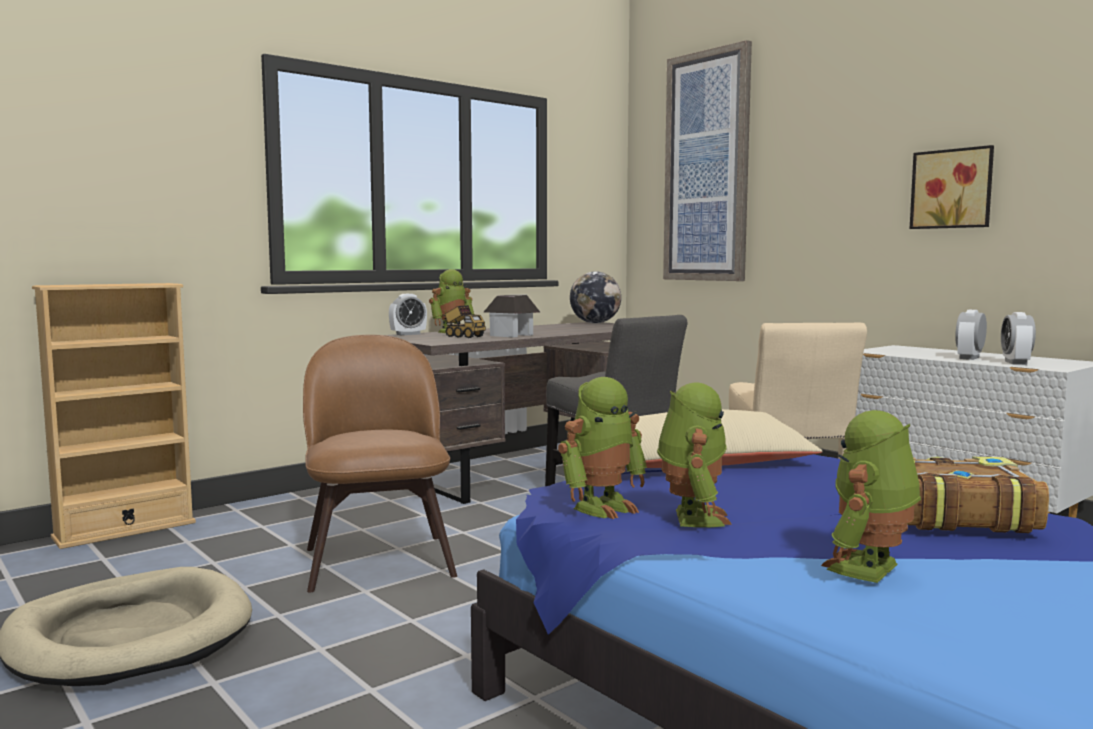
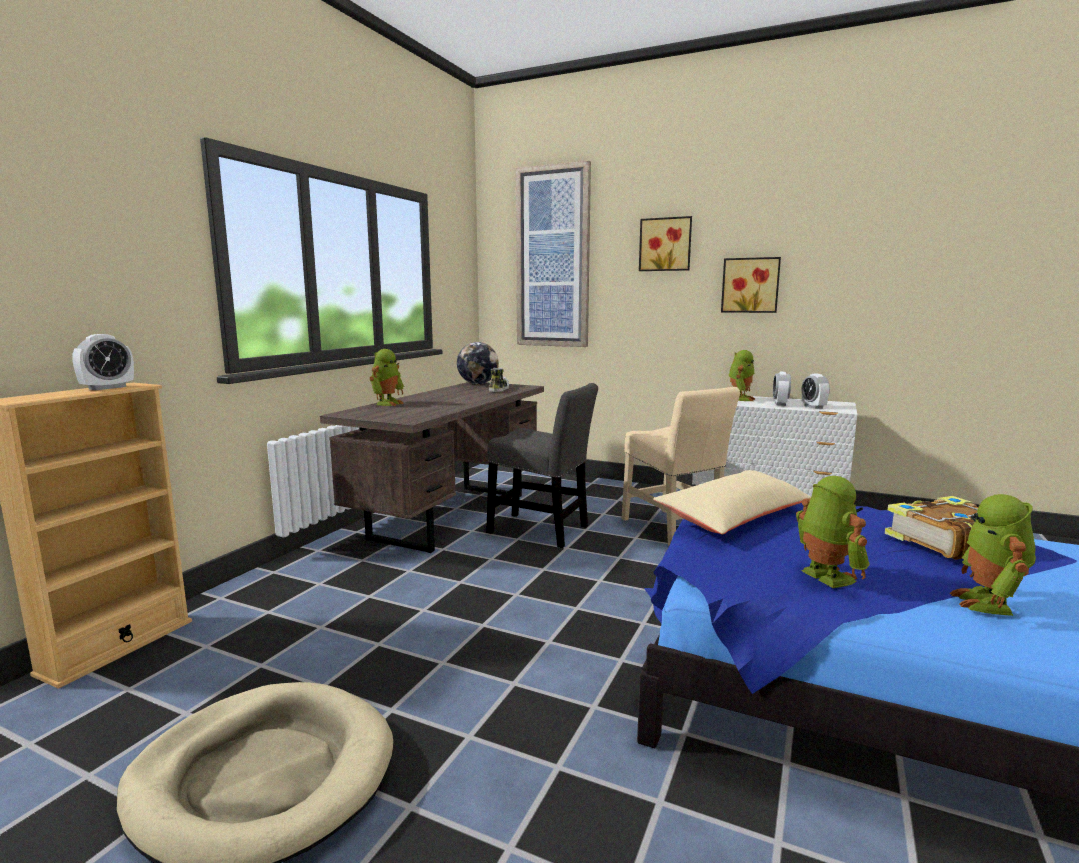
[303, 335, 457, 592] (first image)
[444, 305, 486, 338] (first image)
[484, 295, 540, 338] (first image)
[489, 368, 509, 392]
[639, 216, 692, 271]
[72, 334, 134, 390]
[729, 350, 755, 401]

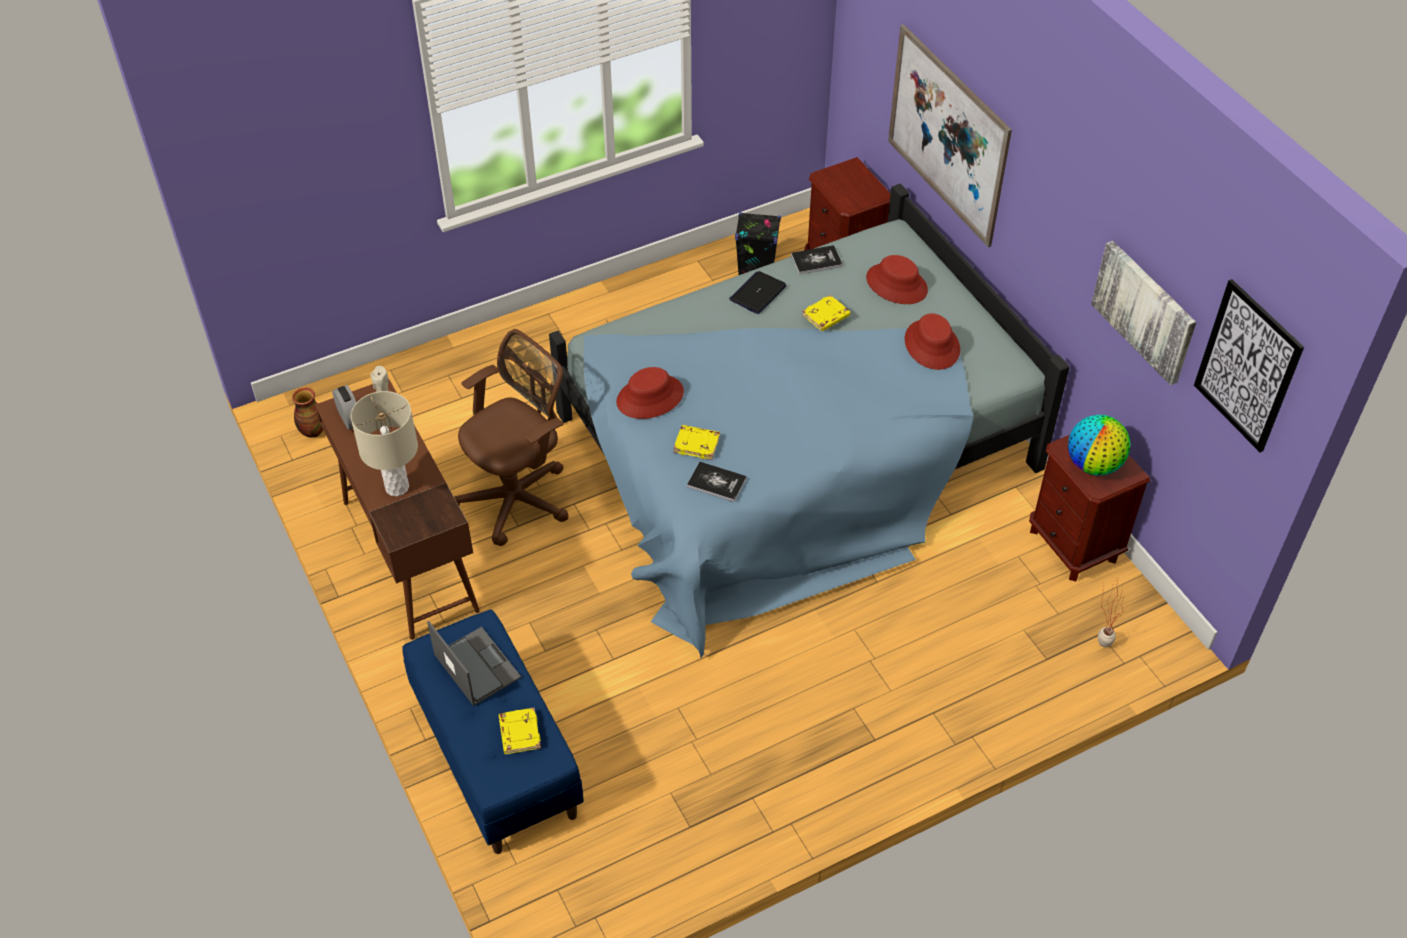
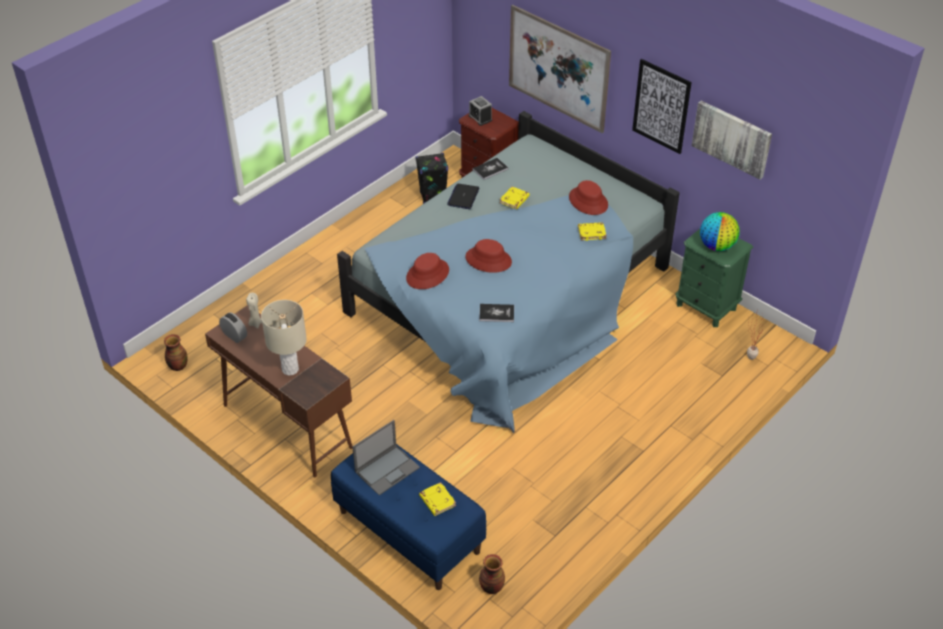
[454, 329, 569, 546] (first image)
[469, 96, 492, 126]
[479, 554, 505, 594]
[578, 222, 607, 241]
[465, 239, 512, 273]
[632, 59, 692, 154]
[675, 229, 753, 327]
[352, 420, 420, 495]

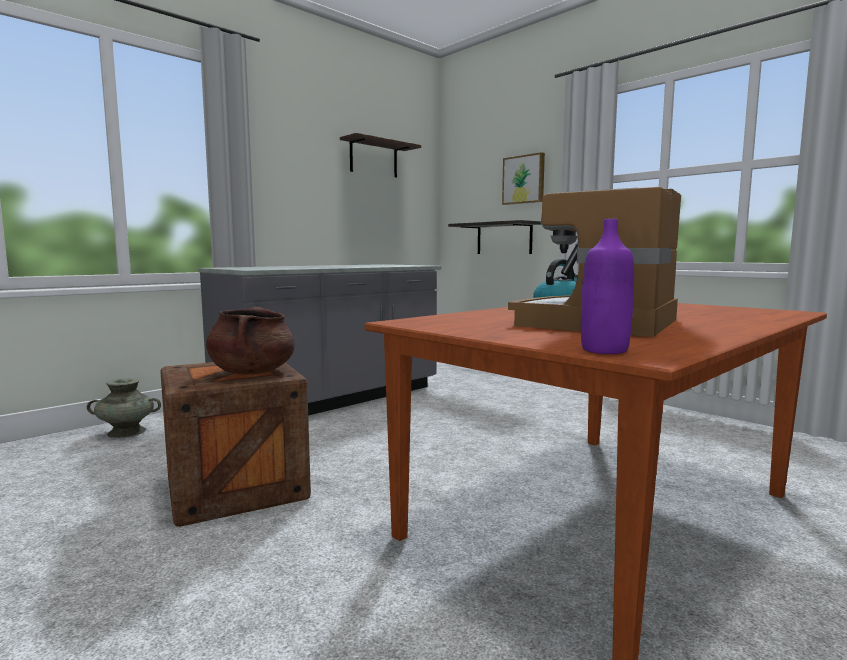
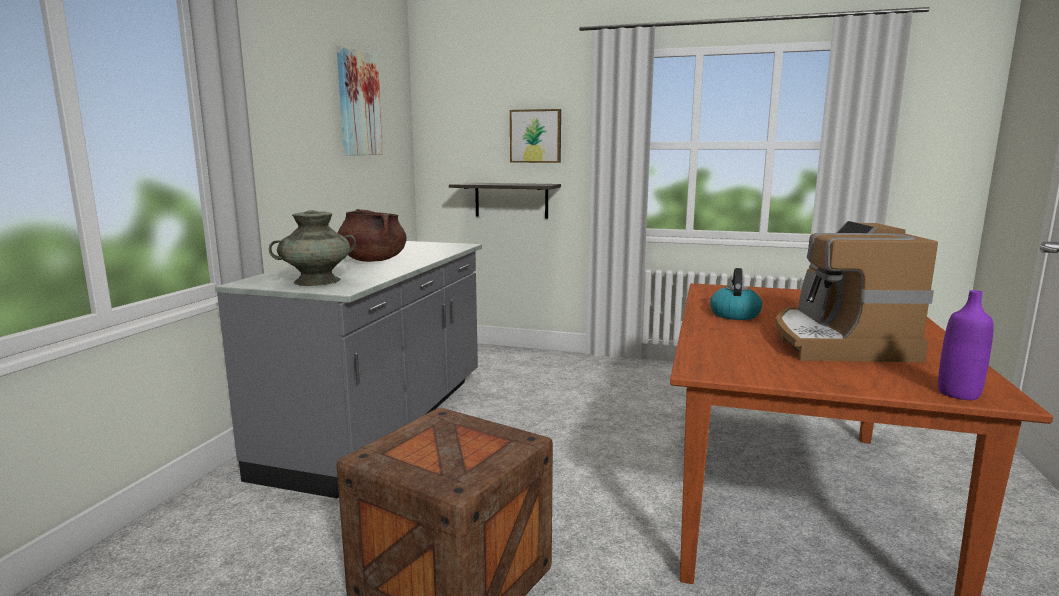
[269, 210, 356, 286]
[338, 209, 407, 262]
[336, 45, 383, 155]

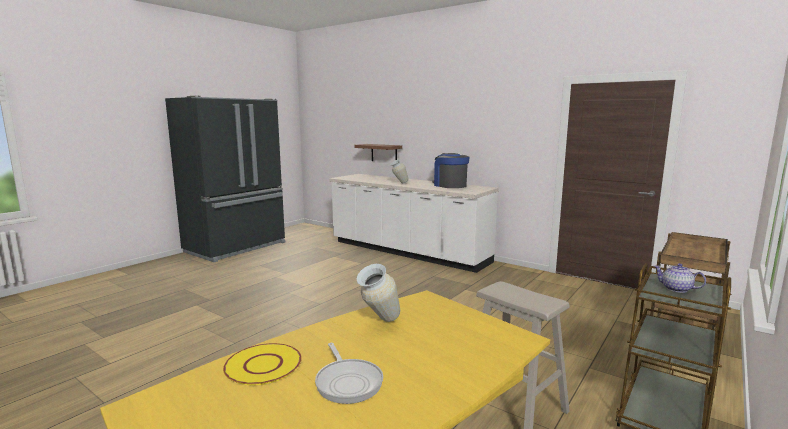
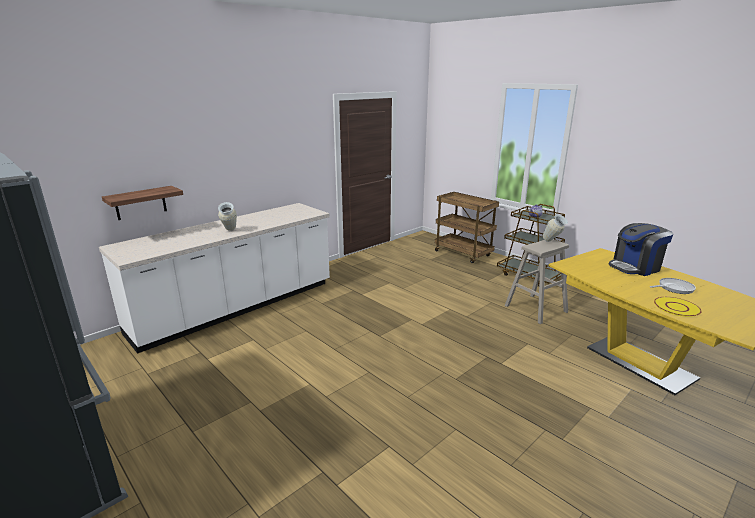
[542, 215, 568, 242]
[608, 223, 673, 276]

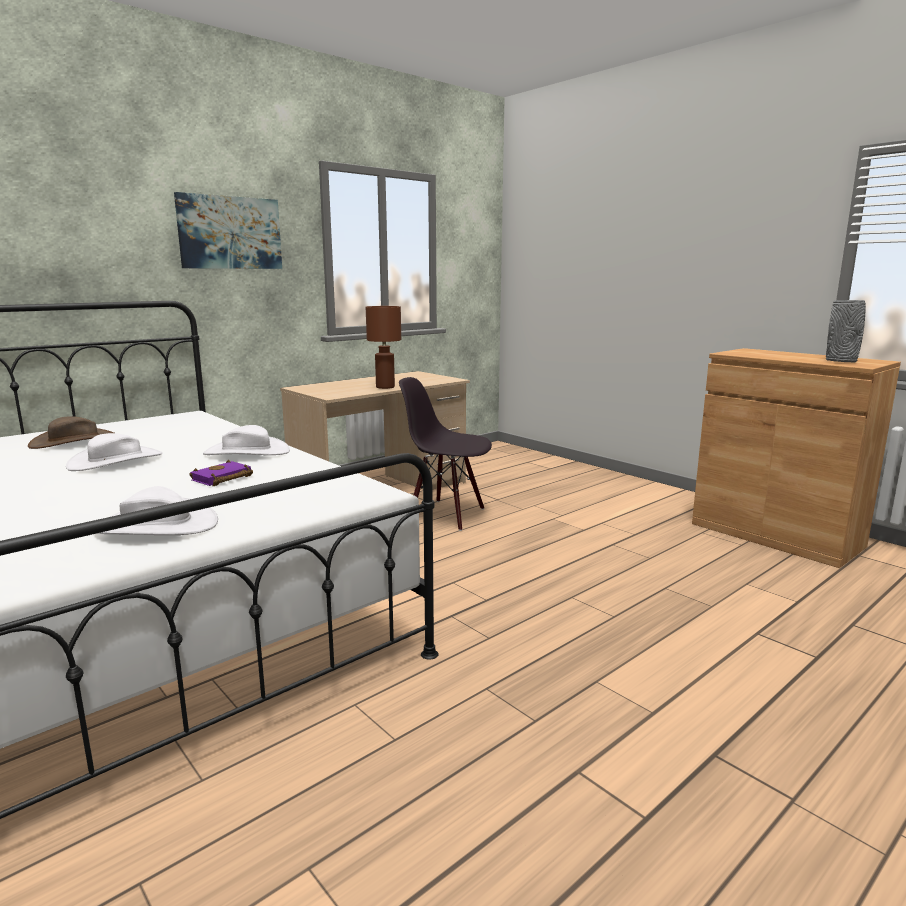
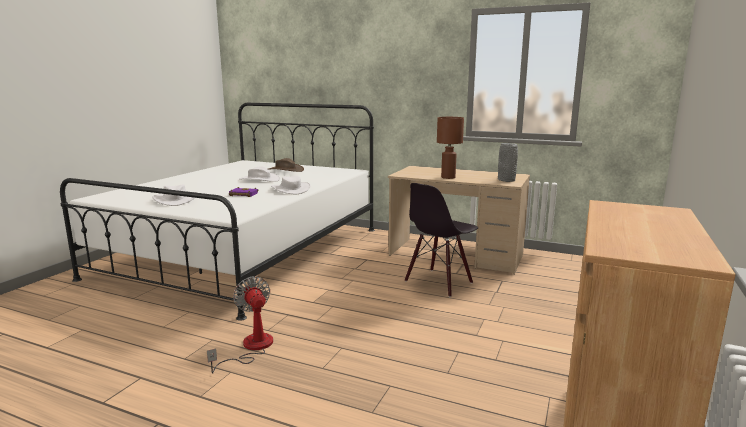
[174, 192, 282, 269] (first image)
[207, 276, 273, 374]
[498, 143, 518, 182]
[405, 183, 478, 297]

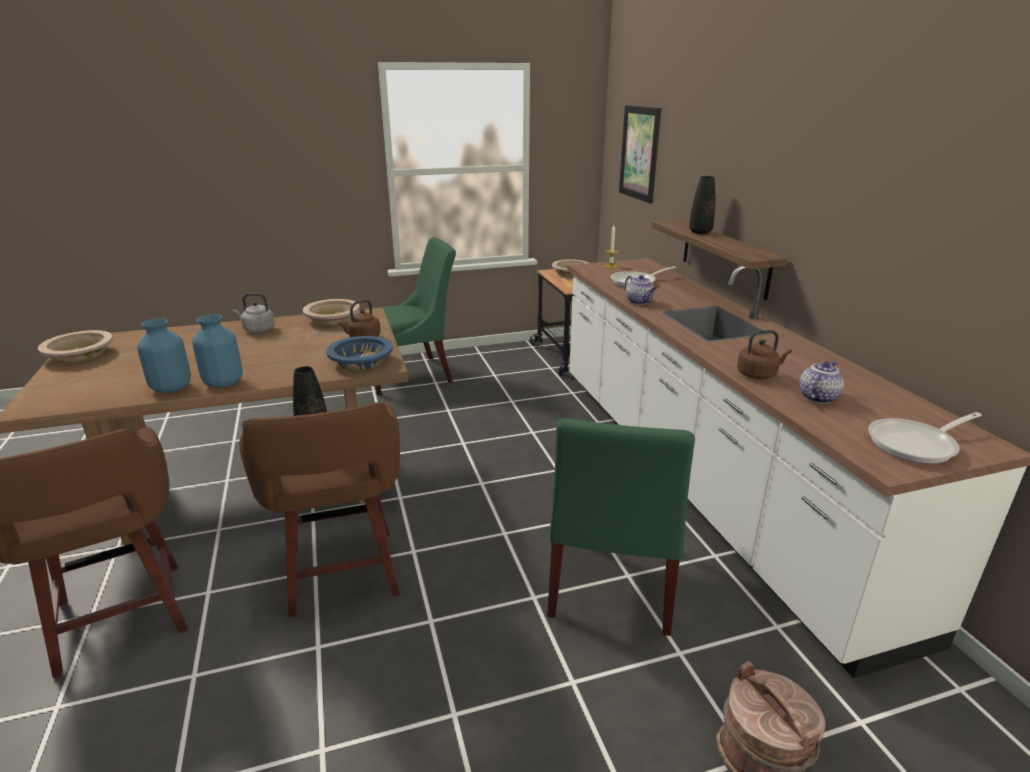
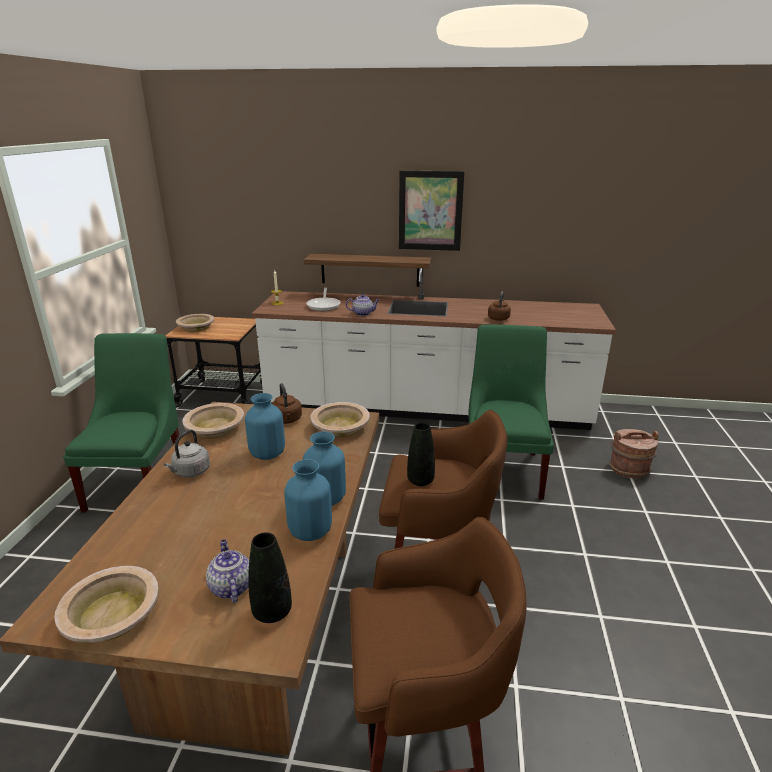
[868, 412, 982, 464] (first image)
[245, 393, 285, 460]
[399, 170, 464, 251]
[248, 532, 292, 623]
[206, 539, 249, 603]
[311, 402, 370, 438]
[468, 324, 554, 500]

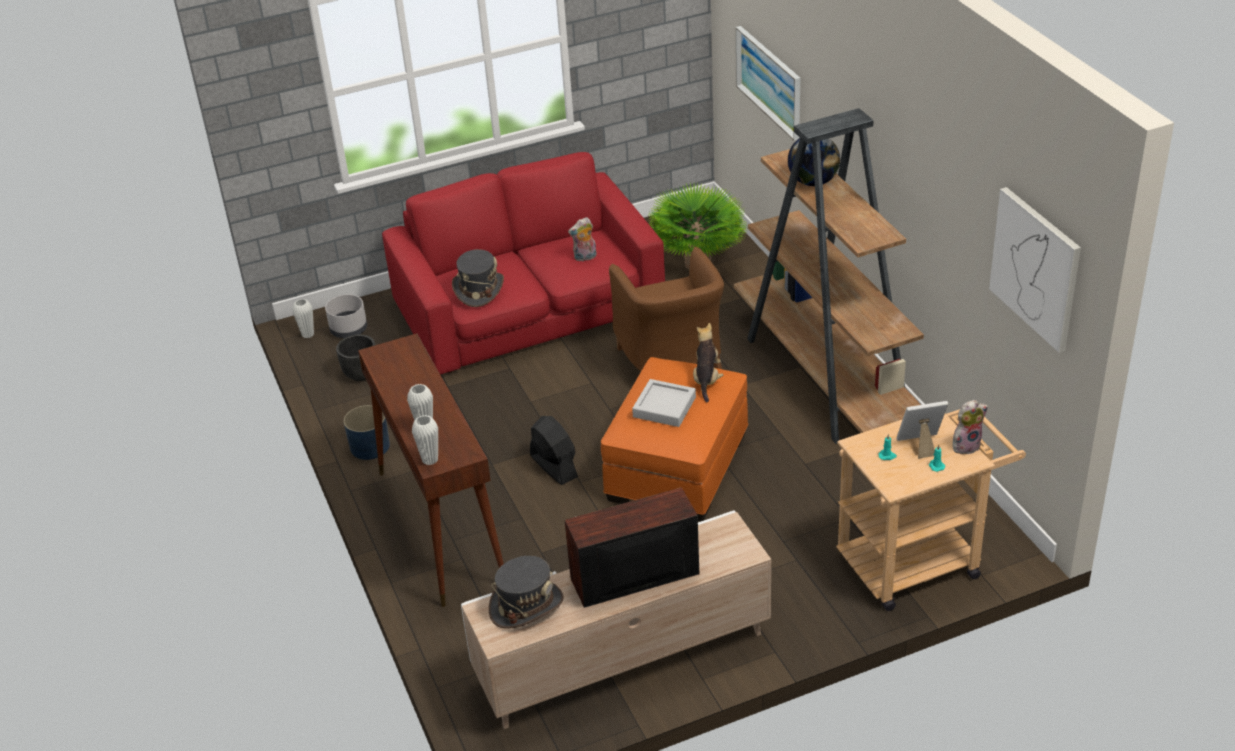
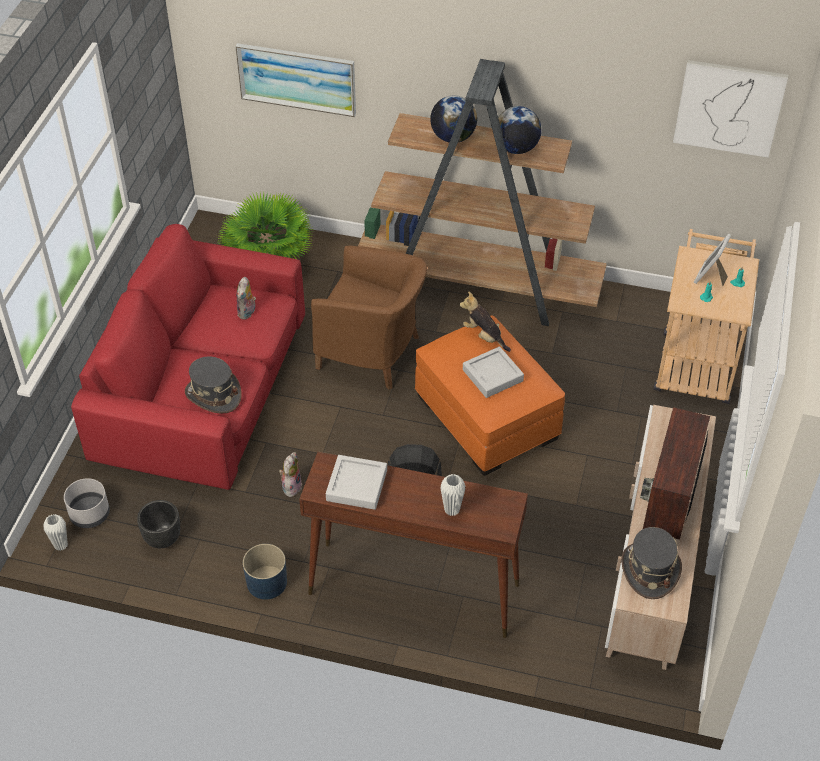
[412, 415, 438, 465] (first image)
[326, 455, 387, 510]
[498, 106, 542, 154]
[279, 452, 302, 497]

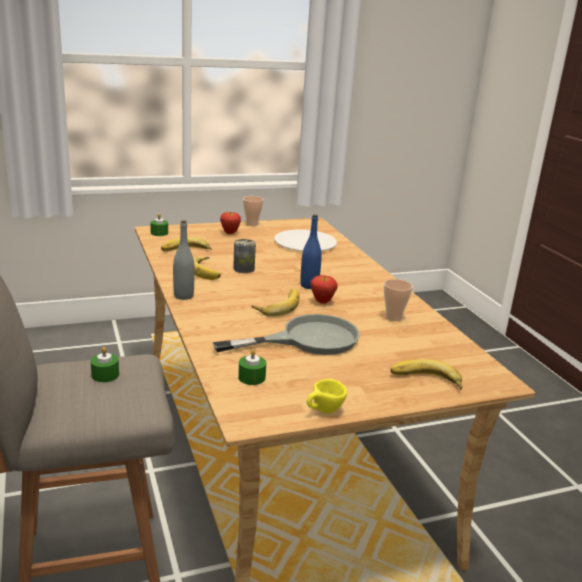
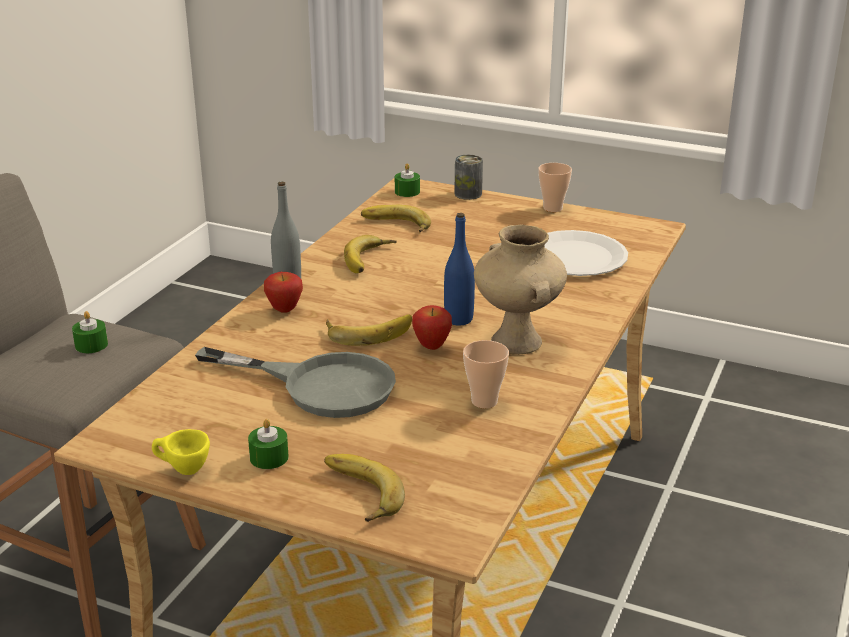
[474, 224, 567, 355]
[264, 272, 303, 313]
[454, 155, 483, 200]
[248, 419, 289, 469]

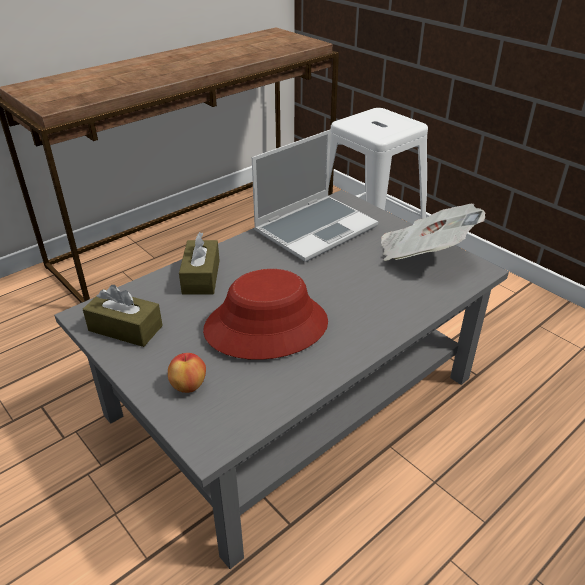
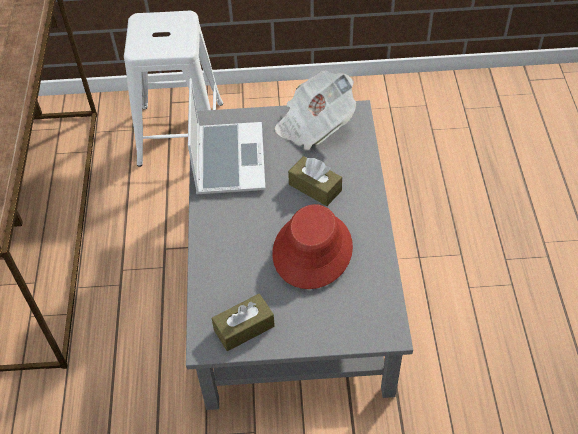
[168, 353, 206, 393] (first image)
[288, 156, 342, 206]

